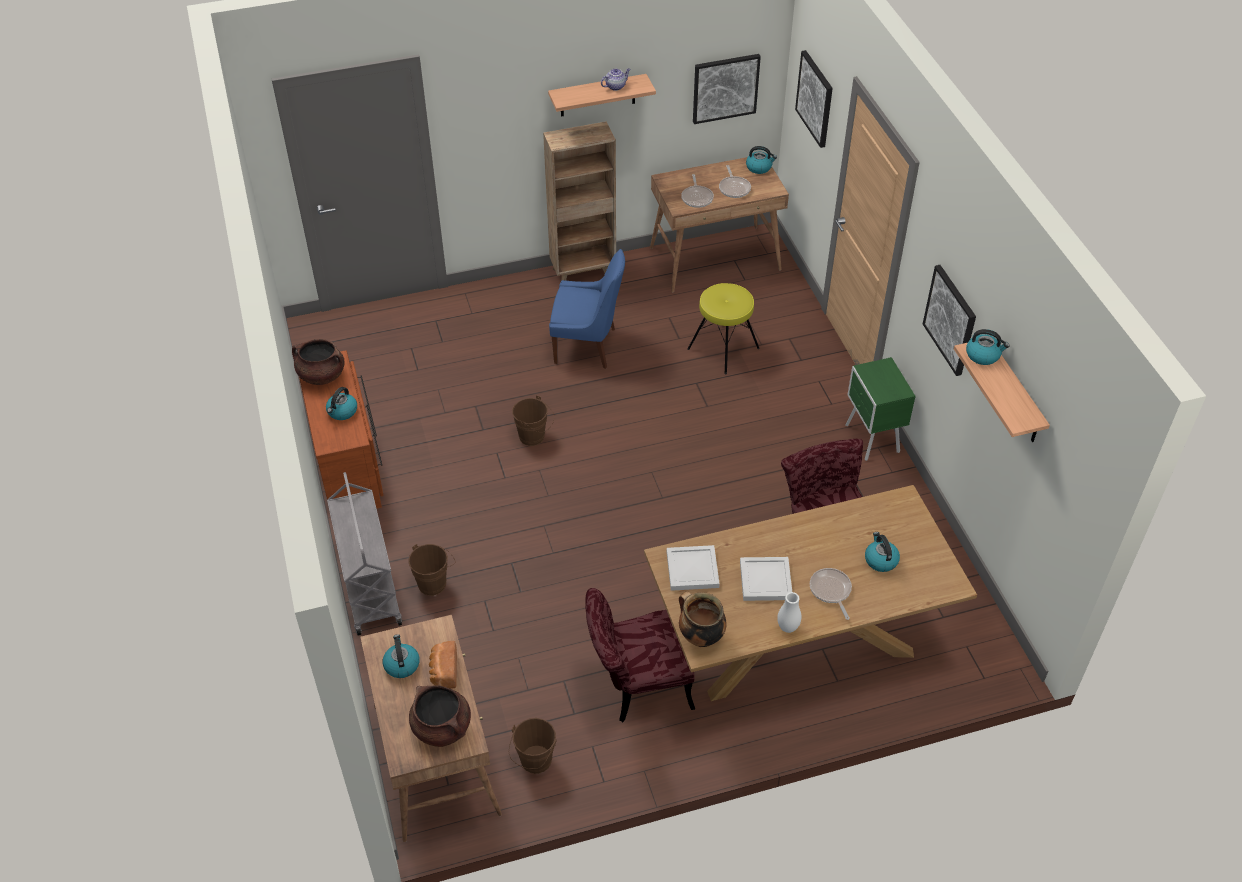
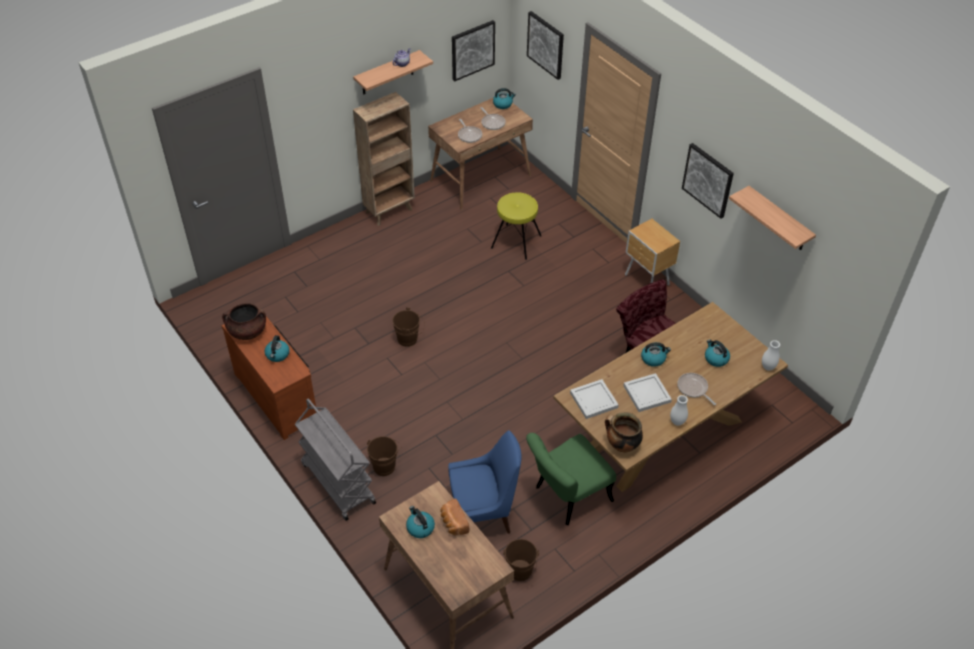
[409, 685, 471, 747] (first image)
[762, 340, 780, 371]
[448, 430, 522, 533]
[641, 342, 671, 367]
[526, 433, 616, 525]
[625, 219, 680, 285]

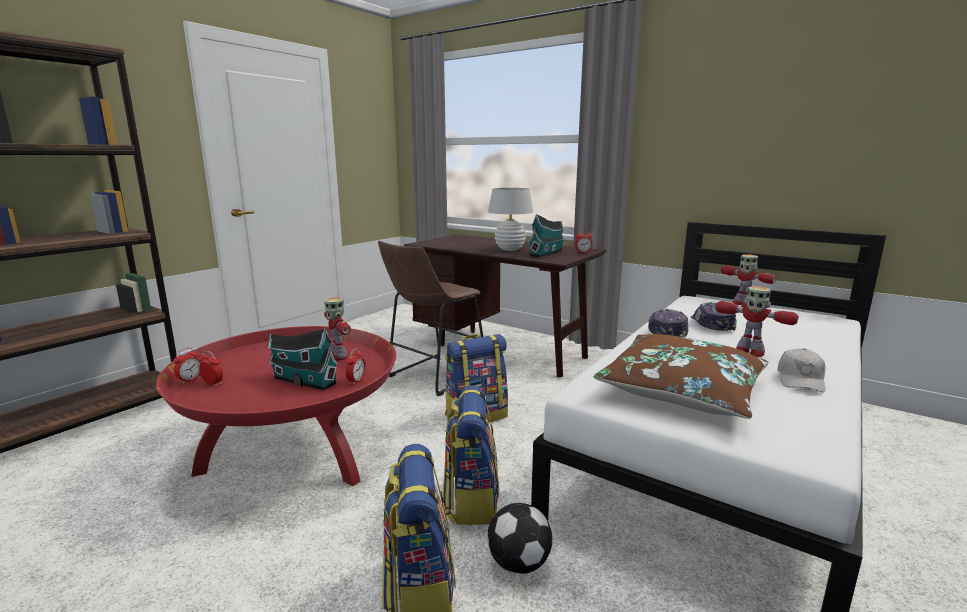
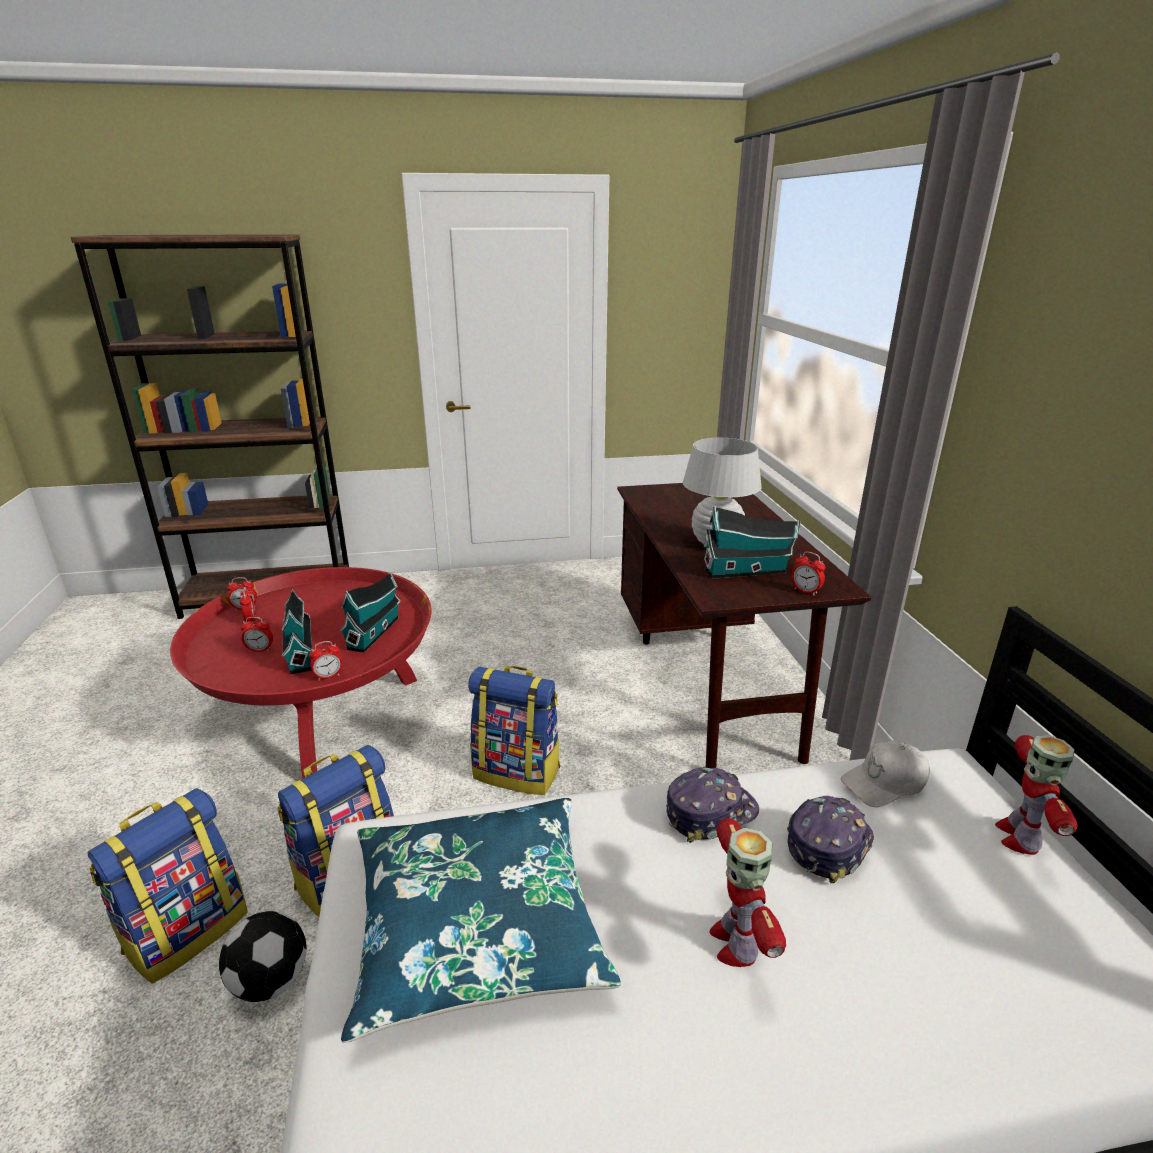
[378, 241, 483, 396] (first image)
[241, 617, 273, 652]
[841, 740, 930, 807]
[339, 572, 401, 653]
[341, 798, 621, 1043]

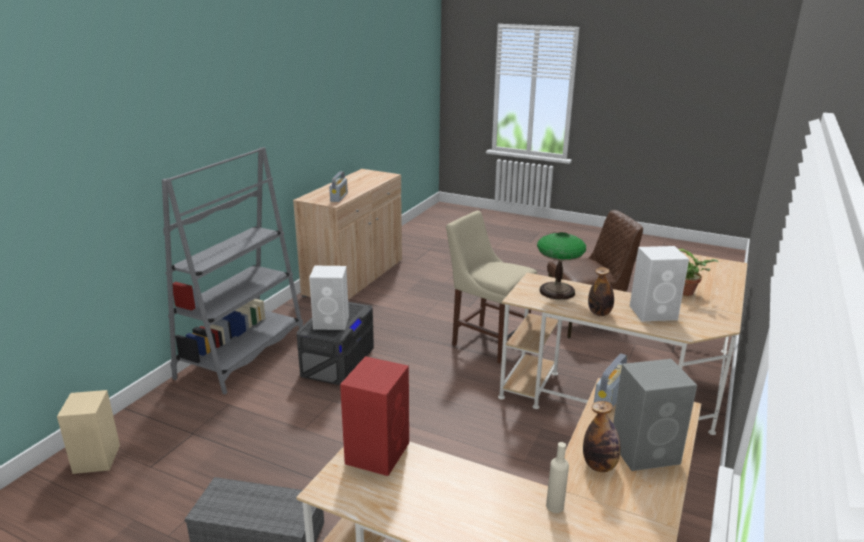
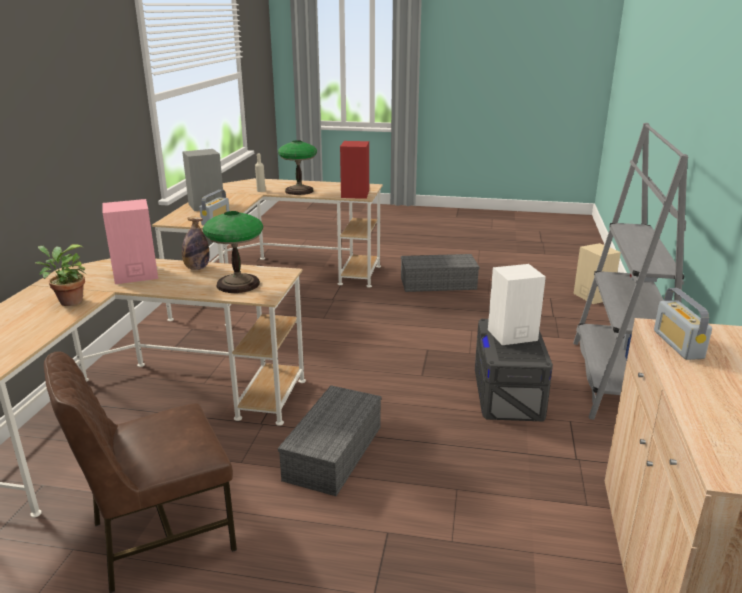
[583, 401, 621, 472] (first image)
[278, 140, 317, 195]
[278, 385, 381, 496]
[103, 199, 158, 284]

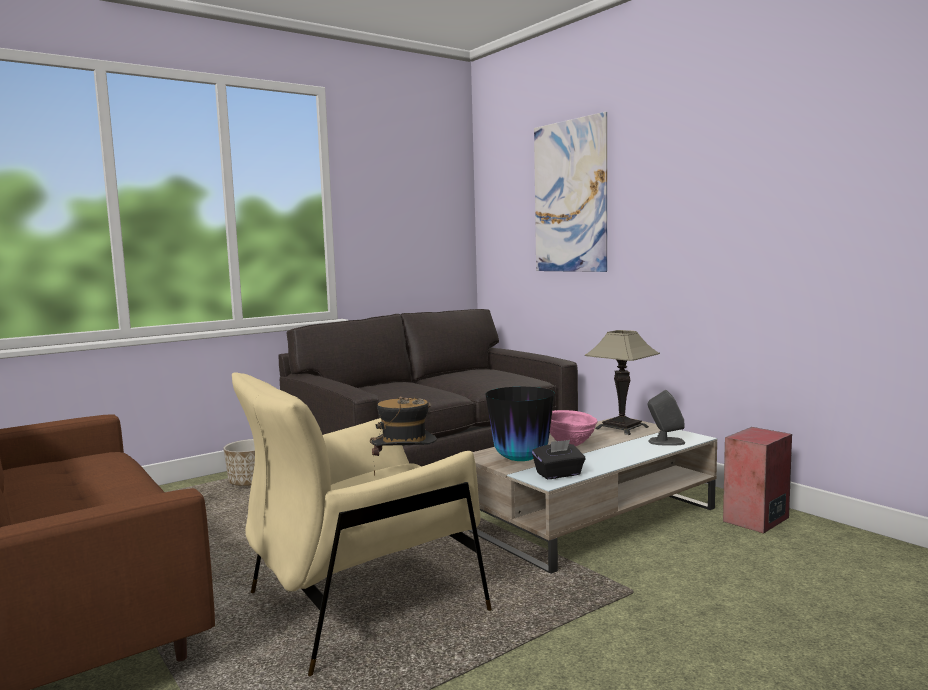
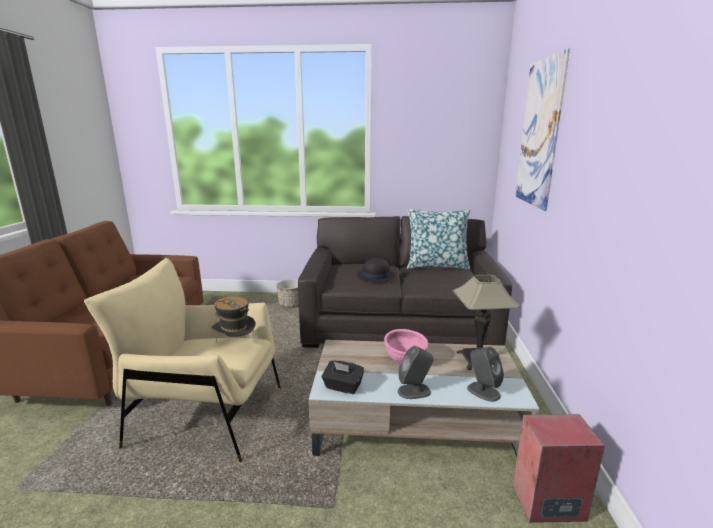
[485, 387, 555, 461] (first image)
[357, 257, 395, 282]
[398, 346, 434, 399]
[407, 209, 470, 270]

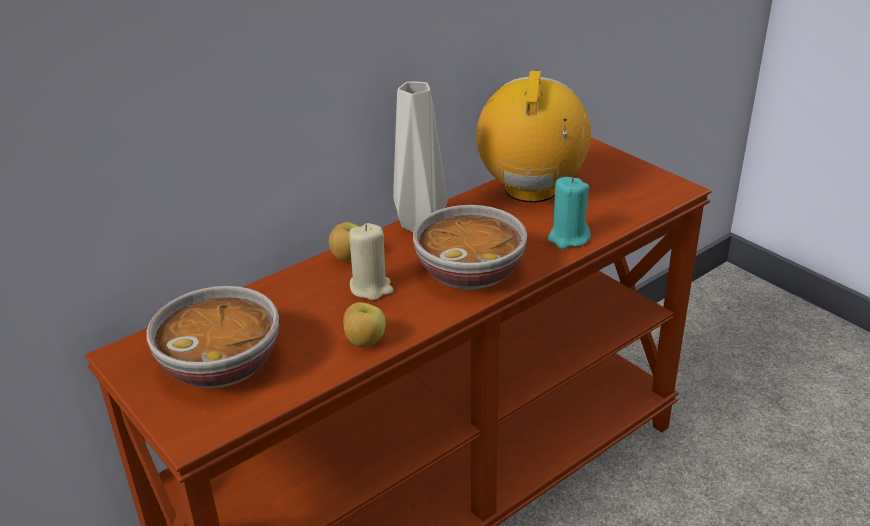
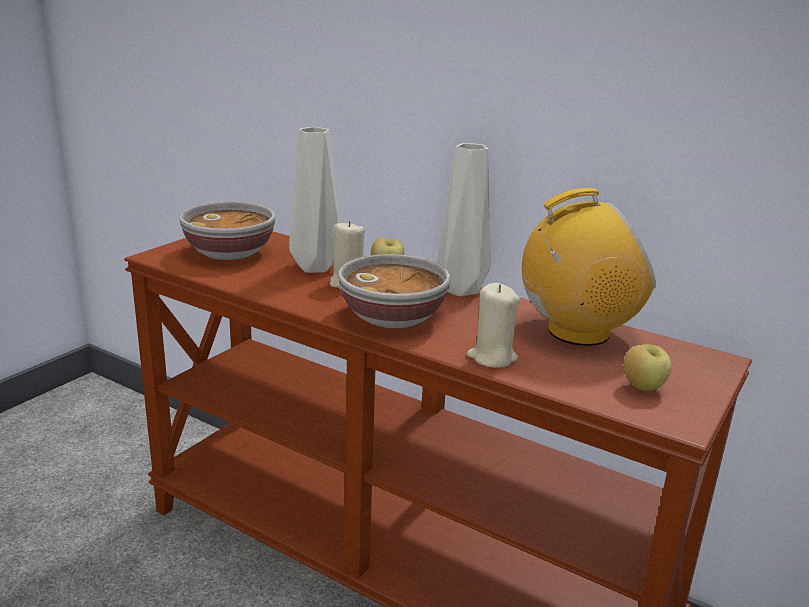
[289, 127, 339, 273]
[624, 344, 671, 391]
[467, 283, 520, 368]

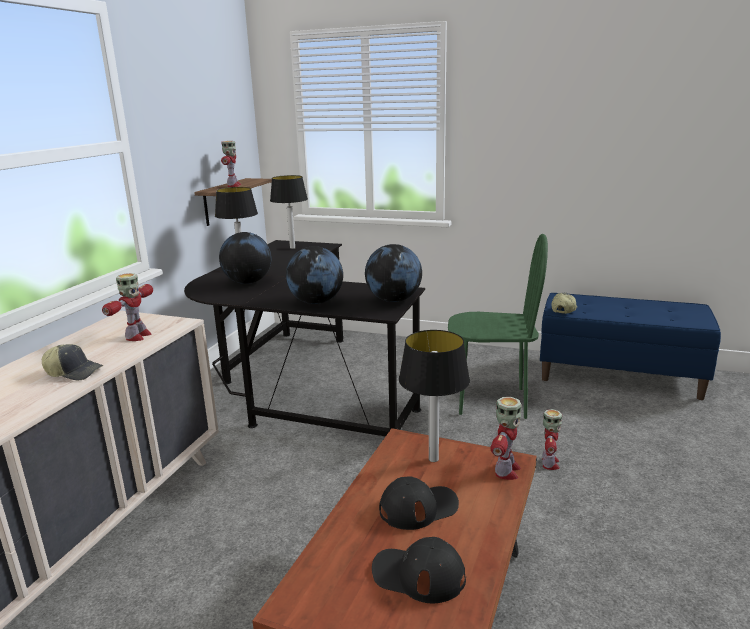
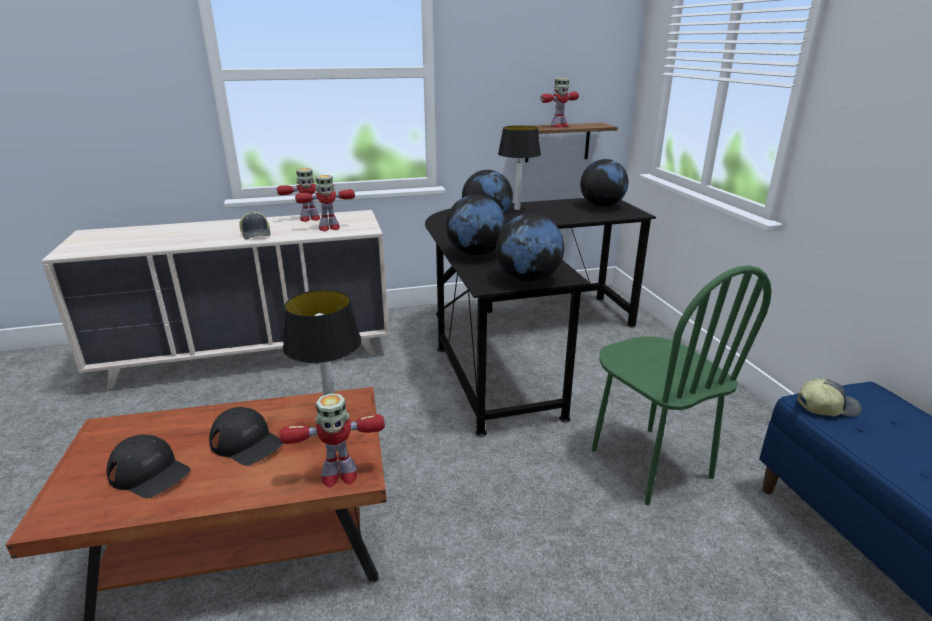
[277, 168, 334, 222]
[580, 159, 628, 207]
[106, 434, 191, 498]

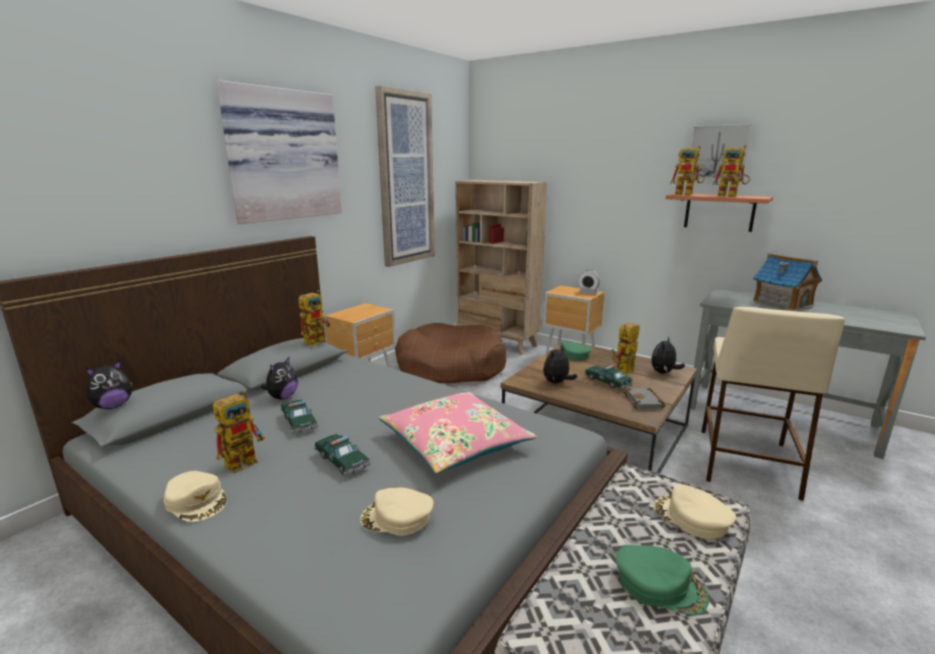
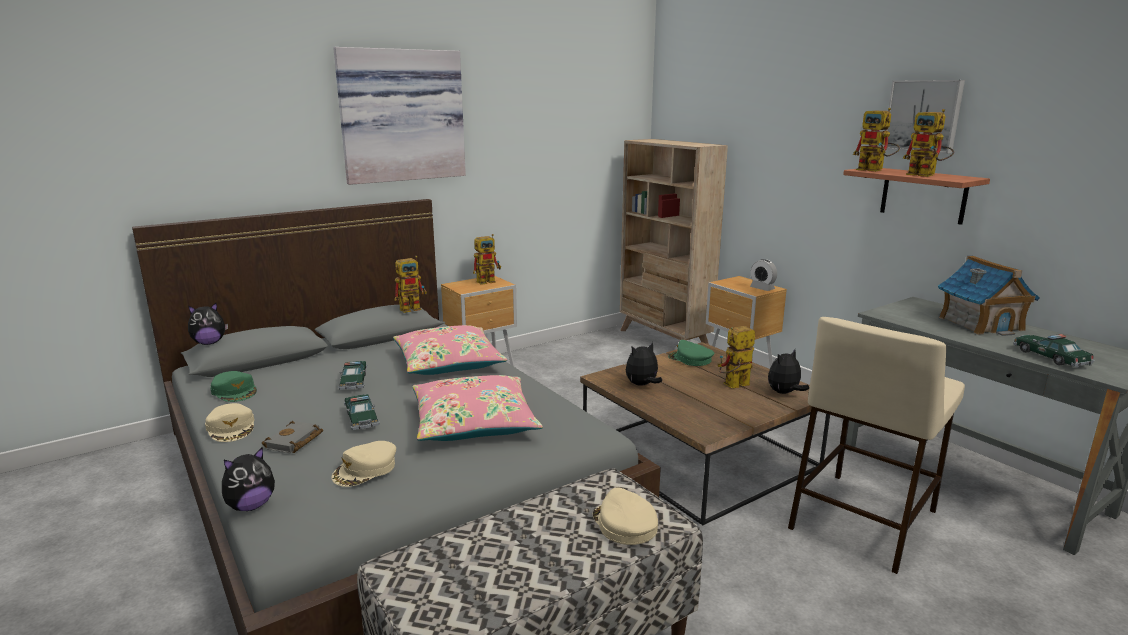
[375, 86, 435, 267] (first image)
[395, 323, 506, 383] (first image)
[393, 325, 507, 375]
[473, 234, 501, 285]
[222, 447, 275, 511]
[1013, 334, 1095, 368]
[210, 371, 257, 402]
[262, 421, 323, 453]
[331, 441, 396, 487]

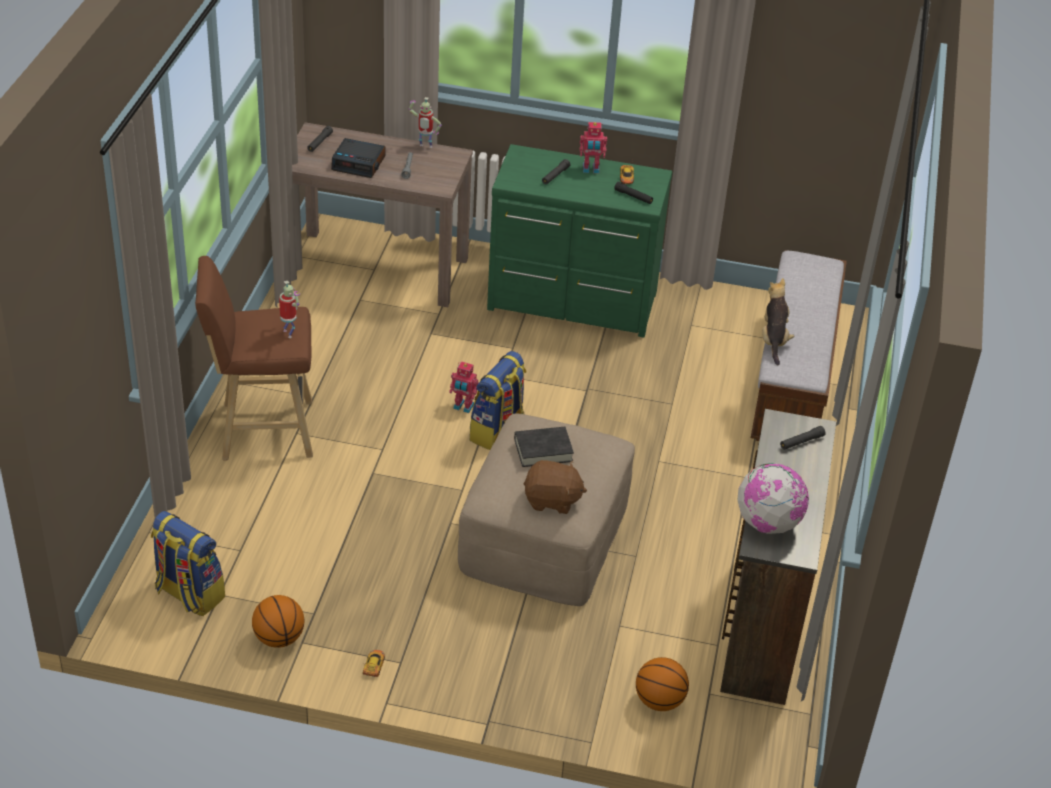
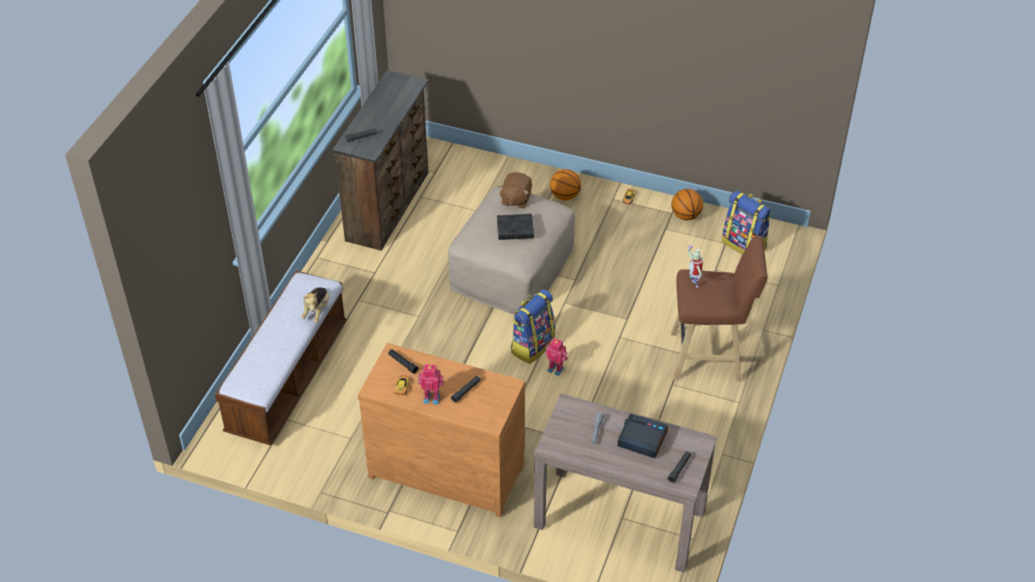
[409, 97, 442, 148] (first image)
[737, 463, 809, 534] (first image)
[550, 169, 581, 200]
[358, 343, 526, 518]
[498, 172, 532, 208]

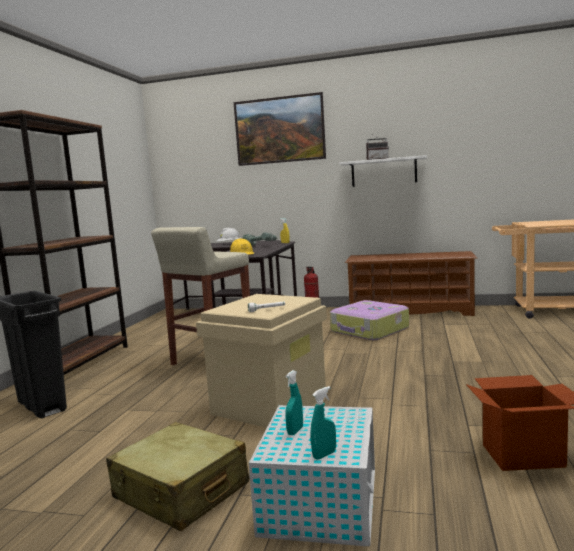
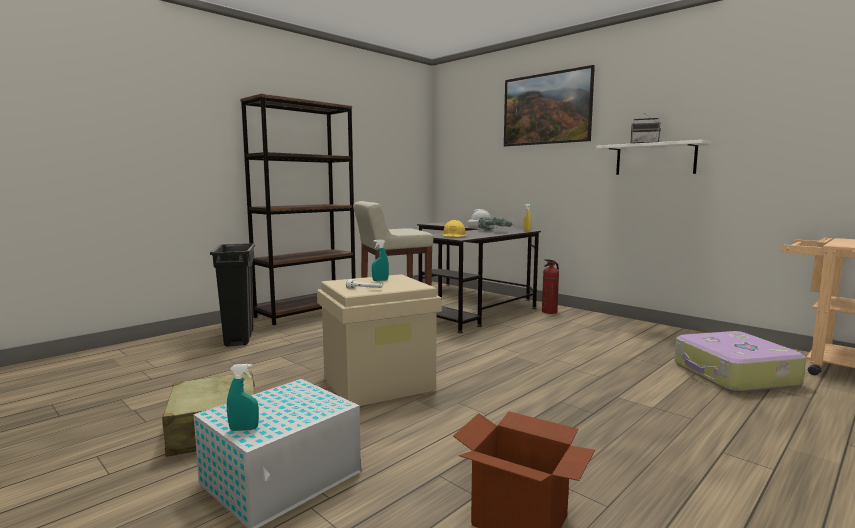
[345, 251, 478, 316] (first image)
[372, 239, 389, 281]
[674, 331, 806, 392]

